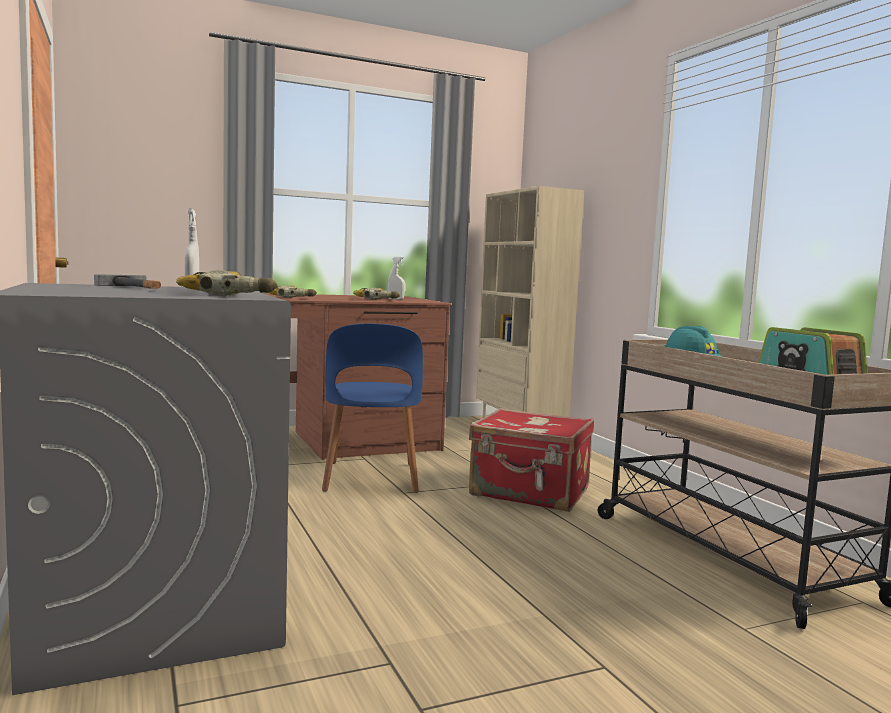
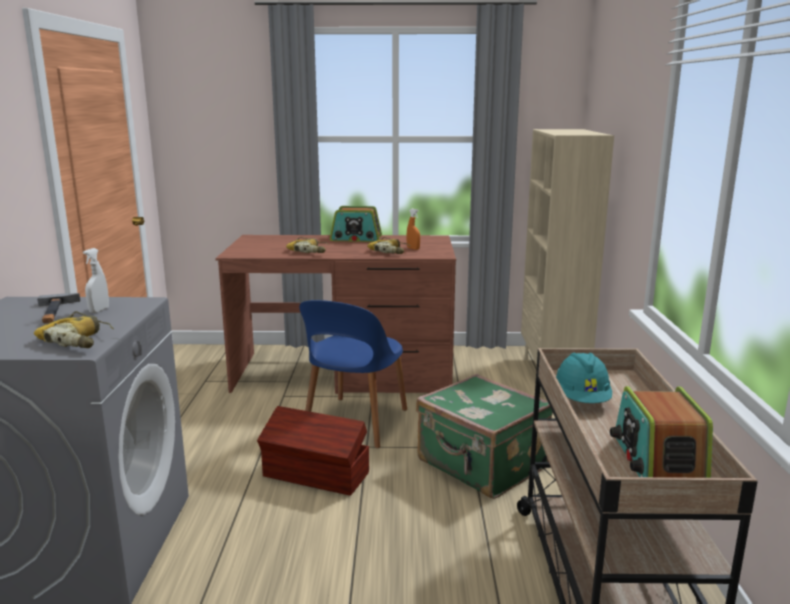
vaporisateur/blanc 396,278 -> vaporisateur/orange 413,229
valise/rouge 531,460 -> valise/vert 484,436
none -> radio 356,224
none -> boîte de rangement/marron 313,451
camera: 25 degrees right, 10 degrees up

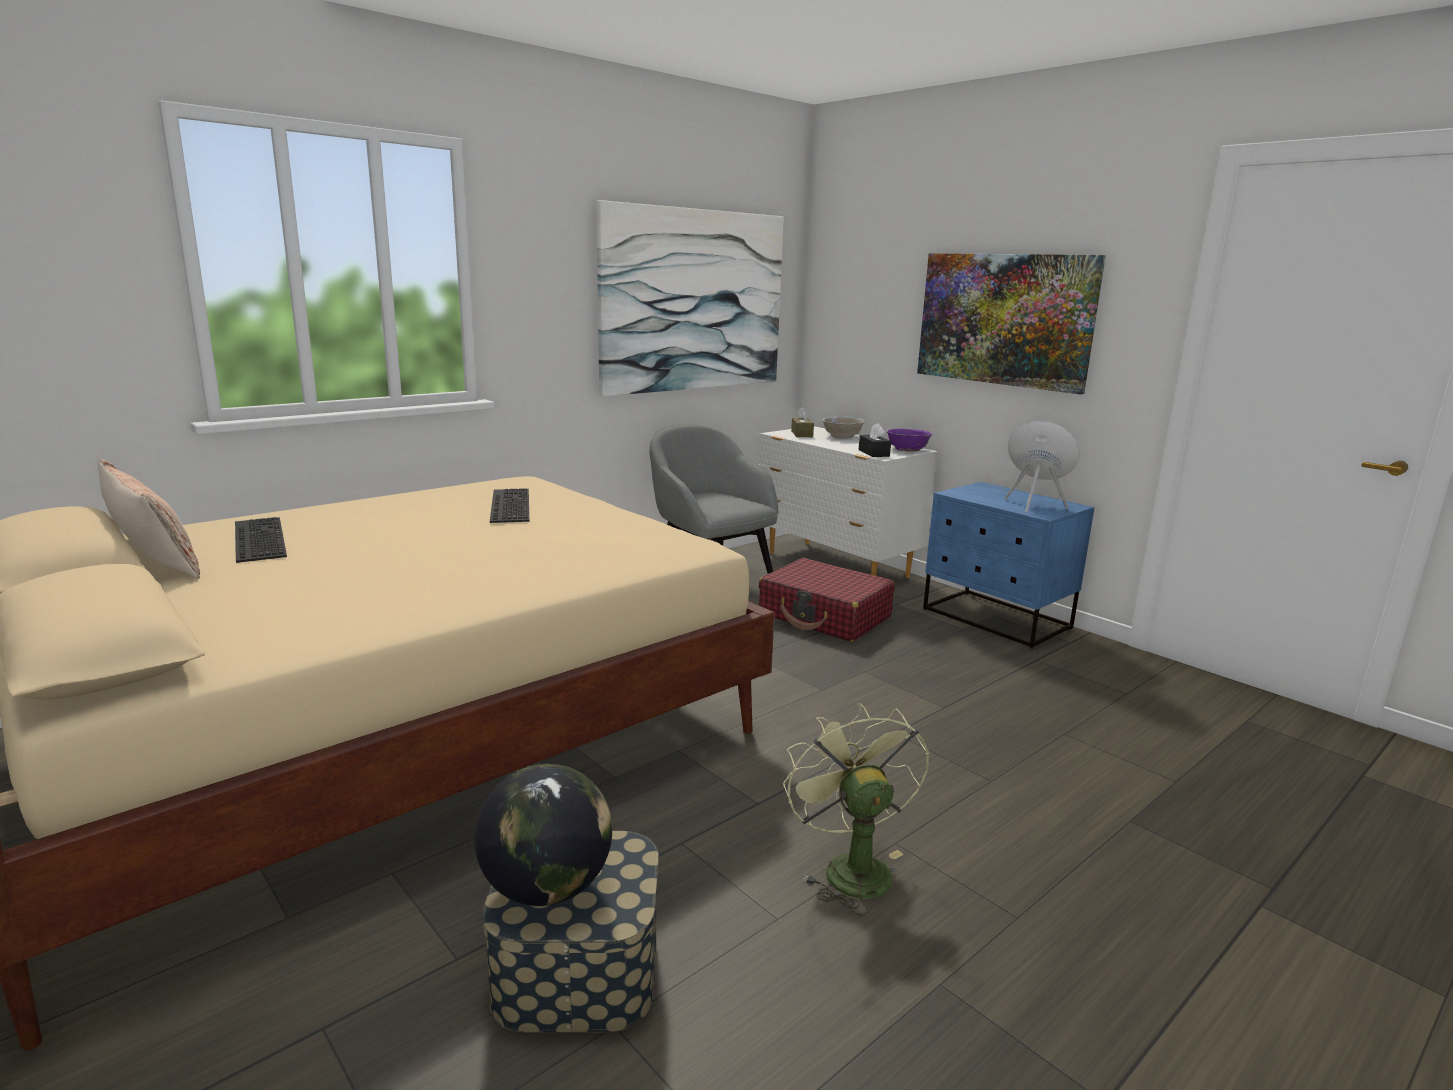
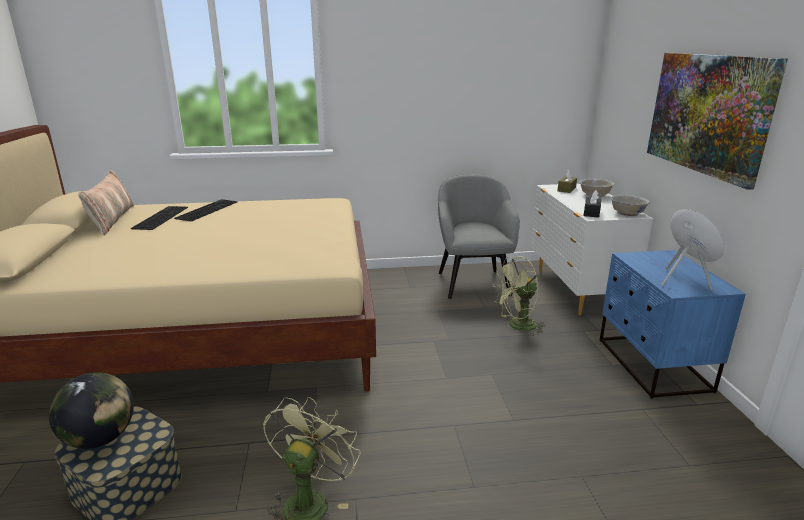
tableau 690,298 -> none
bol/violet 909,440 -> bol/blanc 630,205
clavier 509,505 -> clavier 205,210, moved
valise/rouge 827,600 -> ventilateur/vert 519,296
camera: 35 degrees right, 5 degrees up

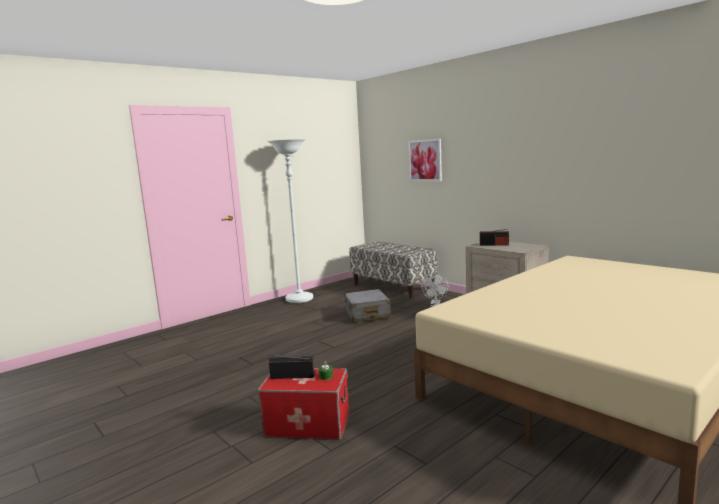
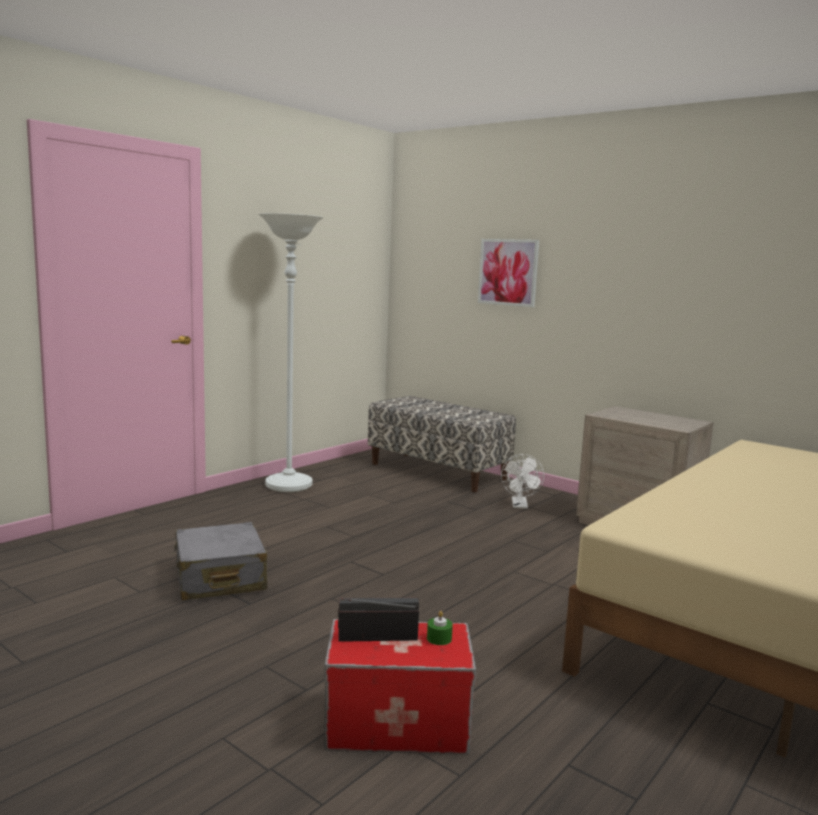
radio 494,237 -> none
valise/gris 367,305 -> valise/gris 220,561, moved
camera: 10 degrees left, 0 degrees up

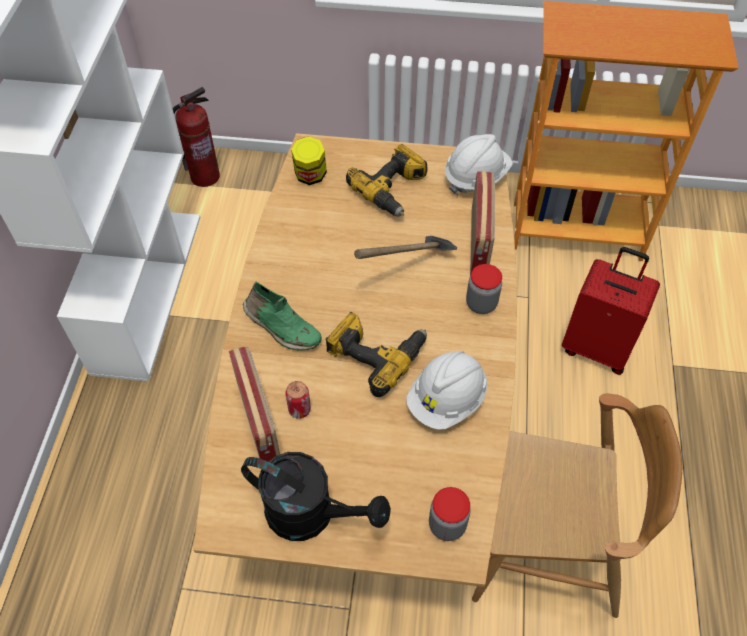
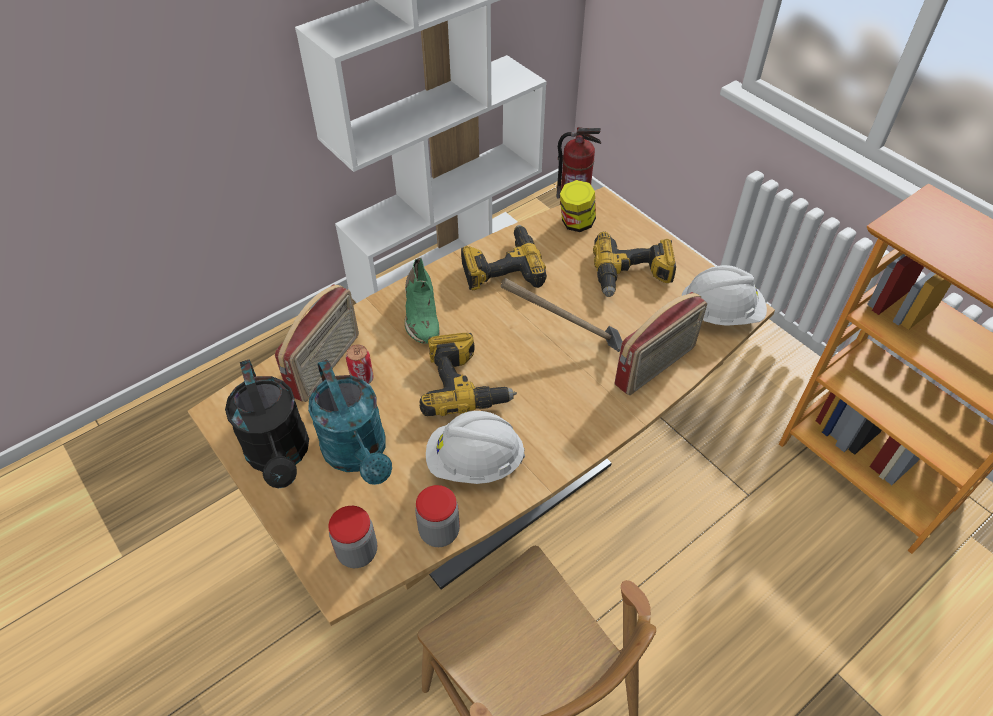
valise/rouge 611,311 -> none
bocal 484,289 -> bocal 437,516, moved
none -> perceuse 504,257
none -> arrosoir/turquoise 350,422
camera: 45 degrees right, 5 degrees down

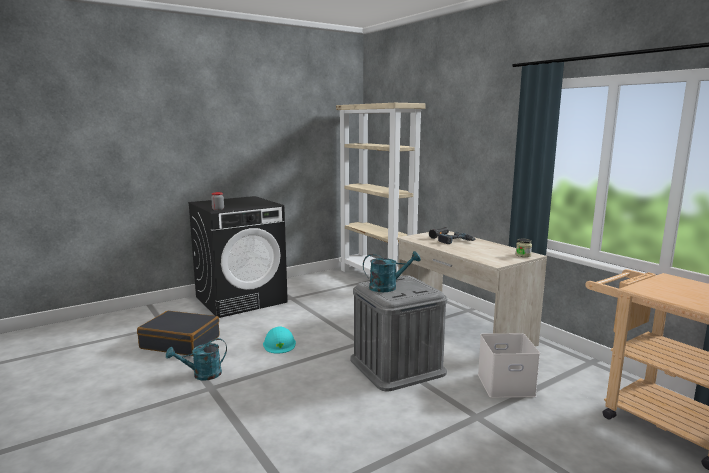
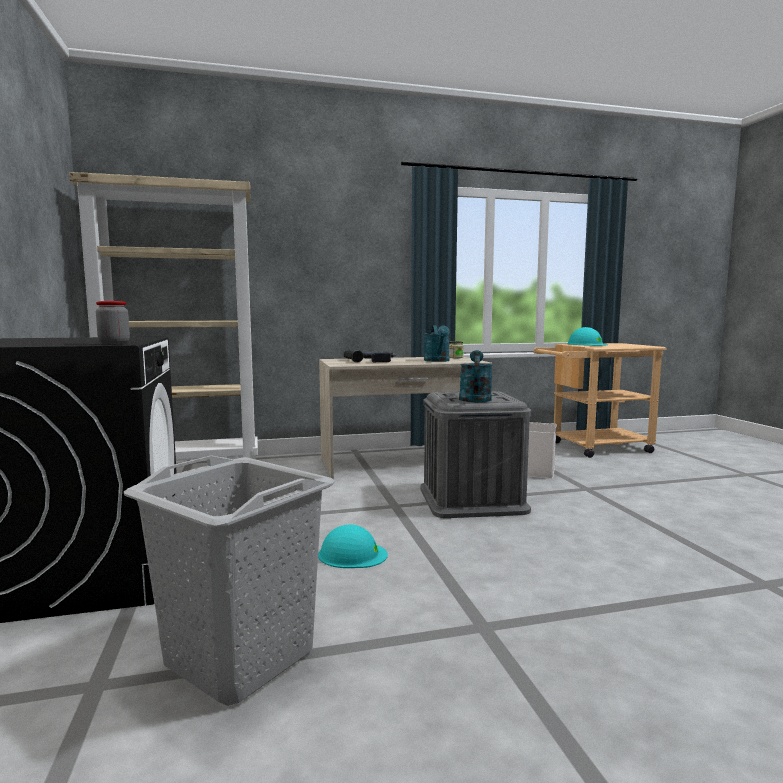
valise/noir 178,333 -> panier à linge/gris 229,580
arrosoir/turquoise 196,359 -> arrosoir/turquoise 437,343, moved
none -> casque de chantier/turquoise 587,336
camera: 70 degrees left, 5 degrees down

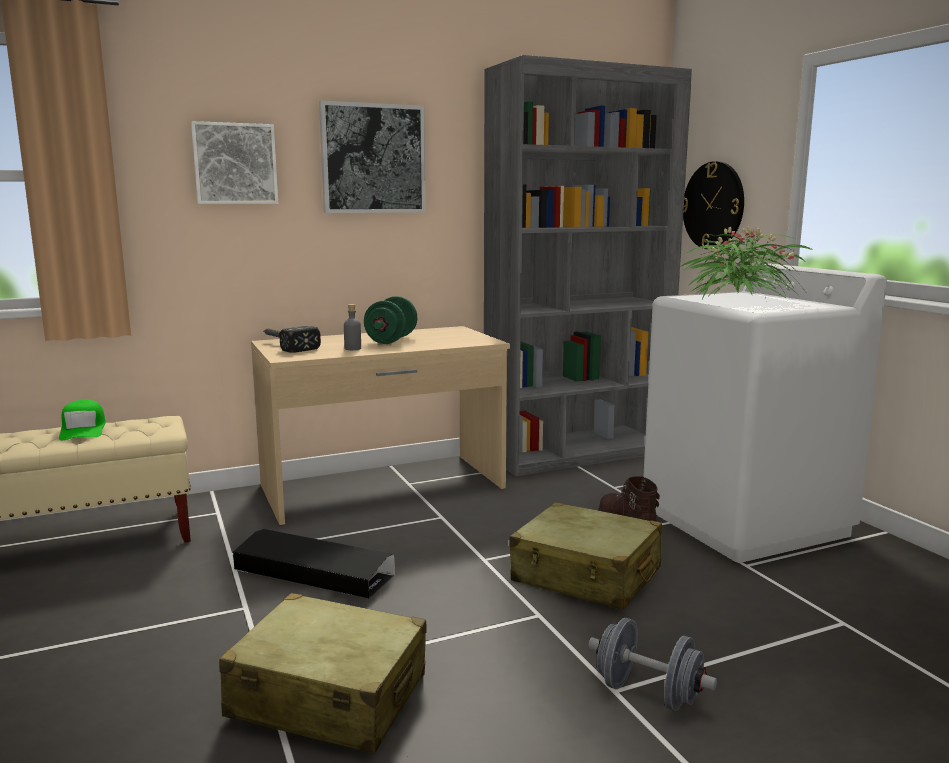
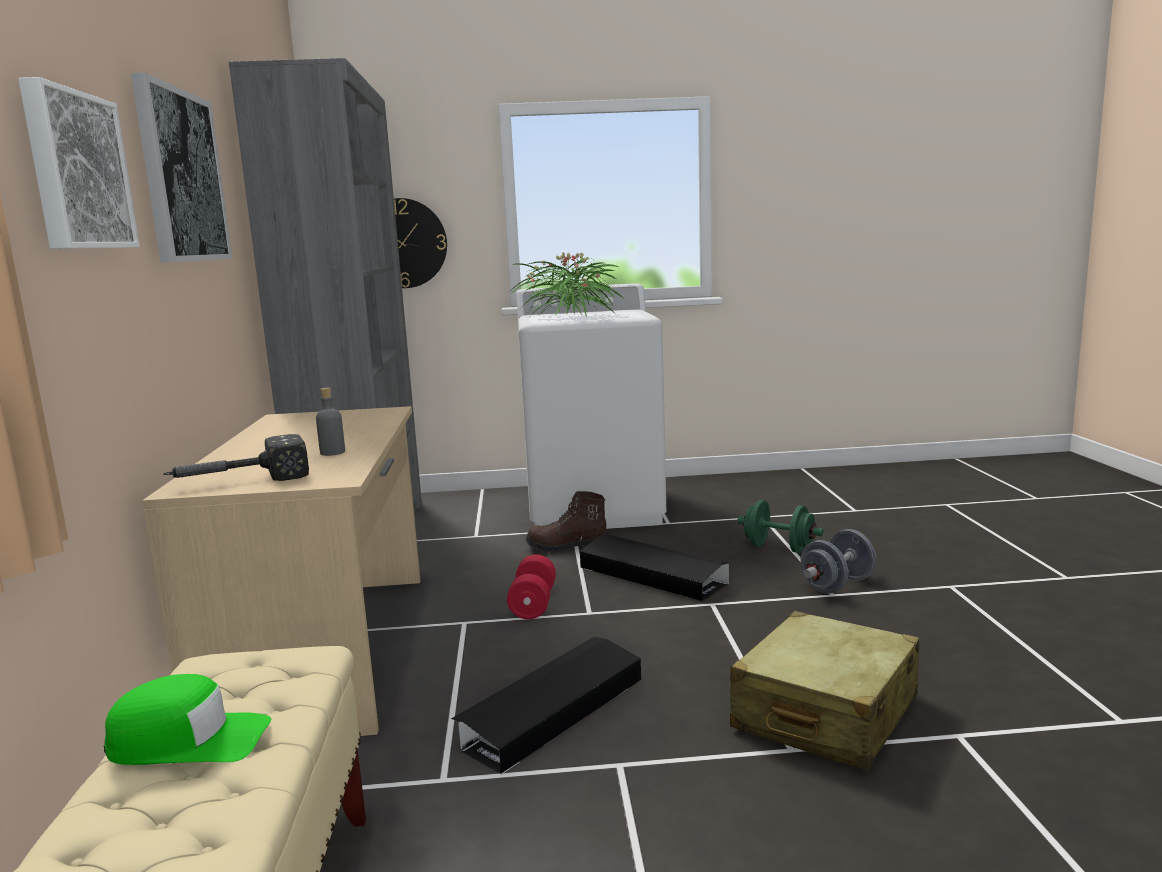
haltère/vert 390,320 -> haltère/vert 780,526, moved
valise/beige 585,556 -> boîte de rangement/noir 654,567
none -> haltère/rouge 531,586
camera: 70 degrees left, 0 degrees up

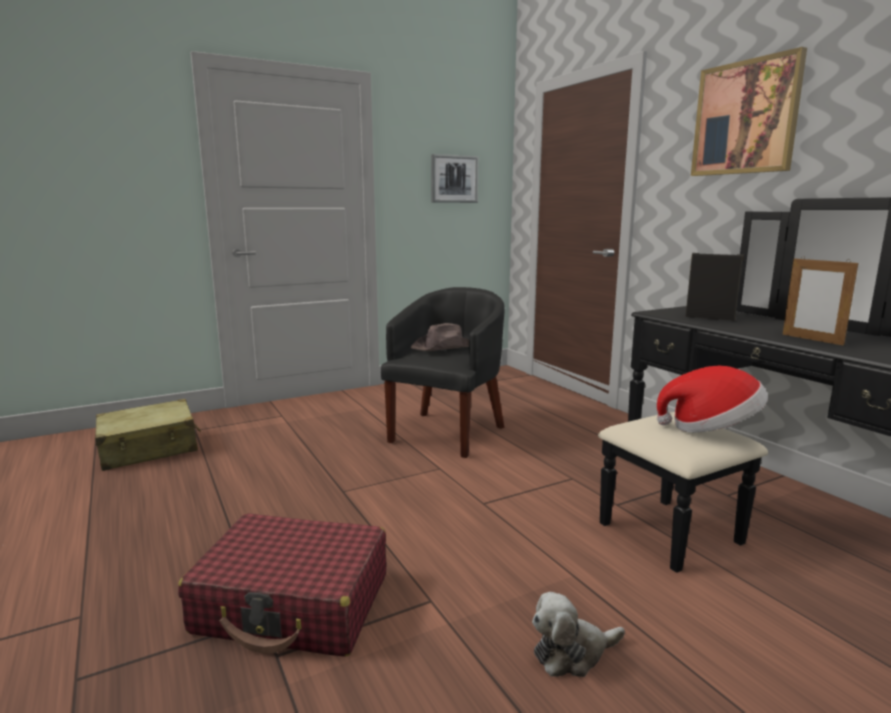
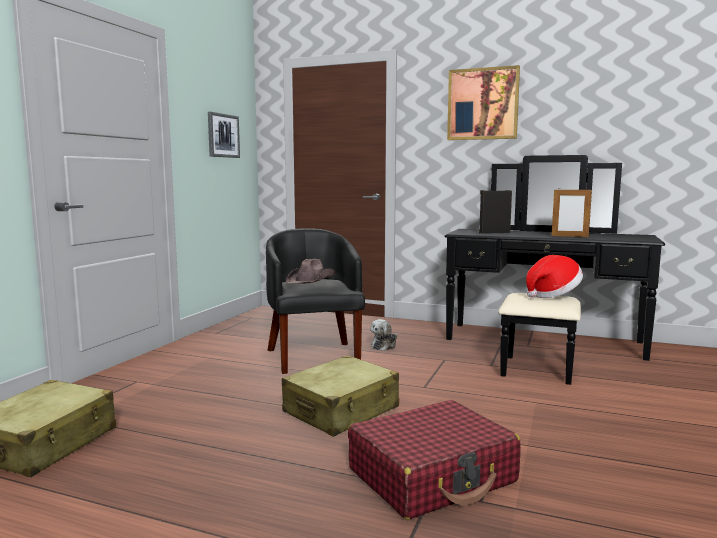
peluche 578,634 -> peluche 383,335, moved
none -> valise/beige 340,396
camera: 40 degrees left, 5 degrees down

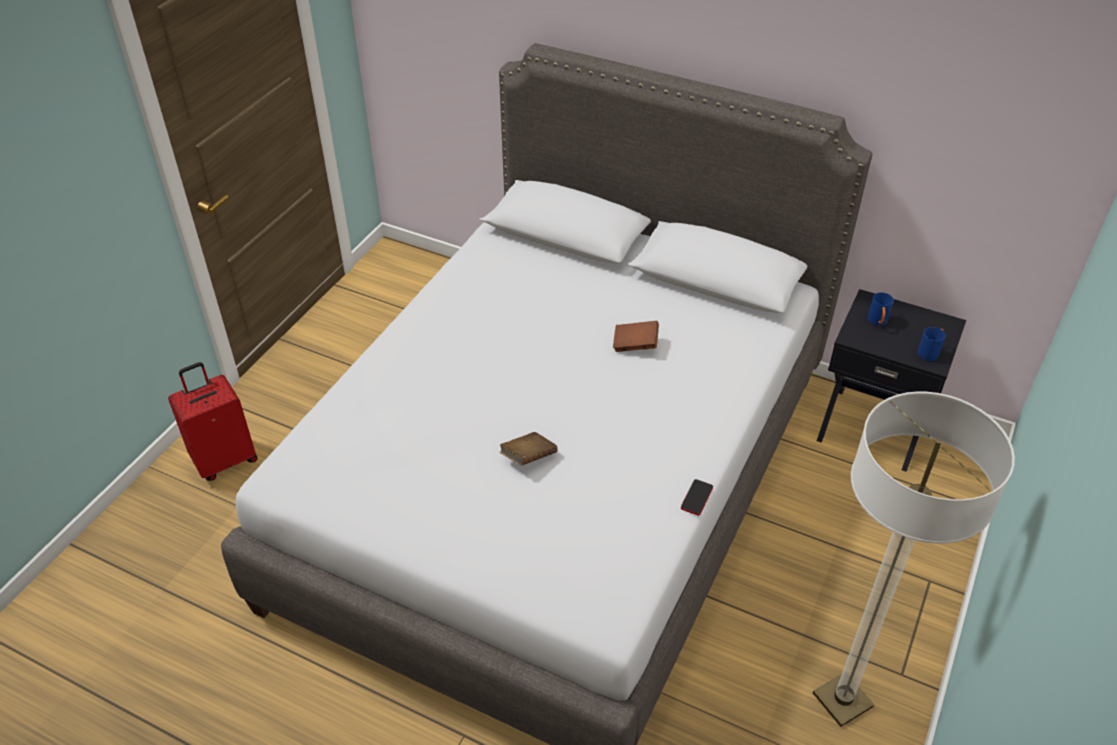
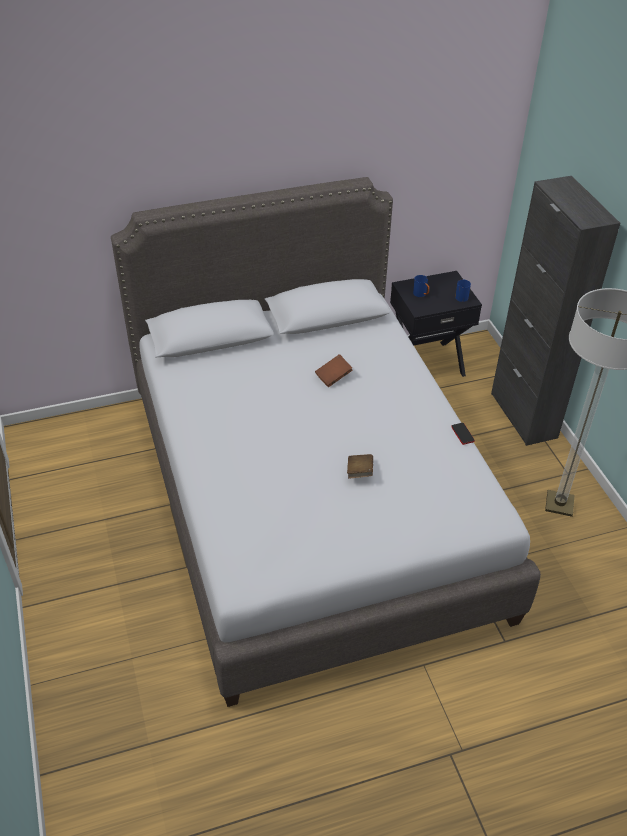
valise/rouge 213,421 -> none
none -> meuble de rangement/noir 555,311
camera: 45 degrees left, 0 degrees up

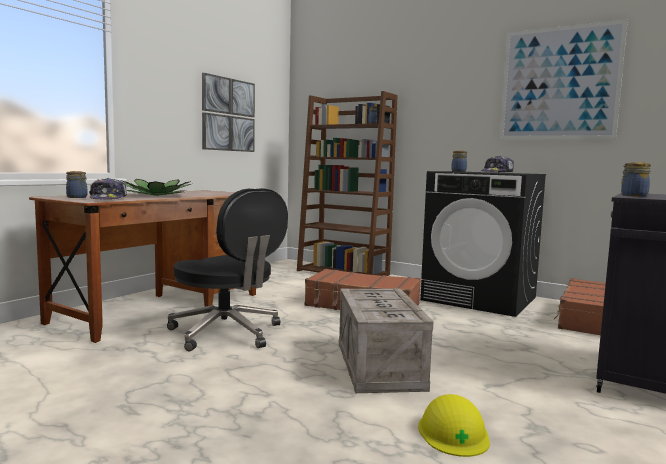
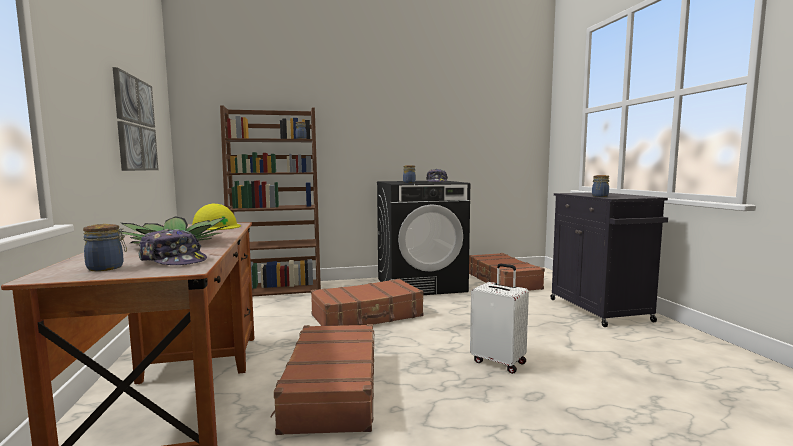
tableau 564,79 -> none
chaise de bureau/noir 227,269 -> valise/marron 322,379
caisse 386,340 -> valise/blanc 499,318
casque de chantier/jaune 454,425 -> casque de chantier/jaune 216,217, moved
camera: 45 degrees left, 0 degrees up

